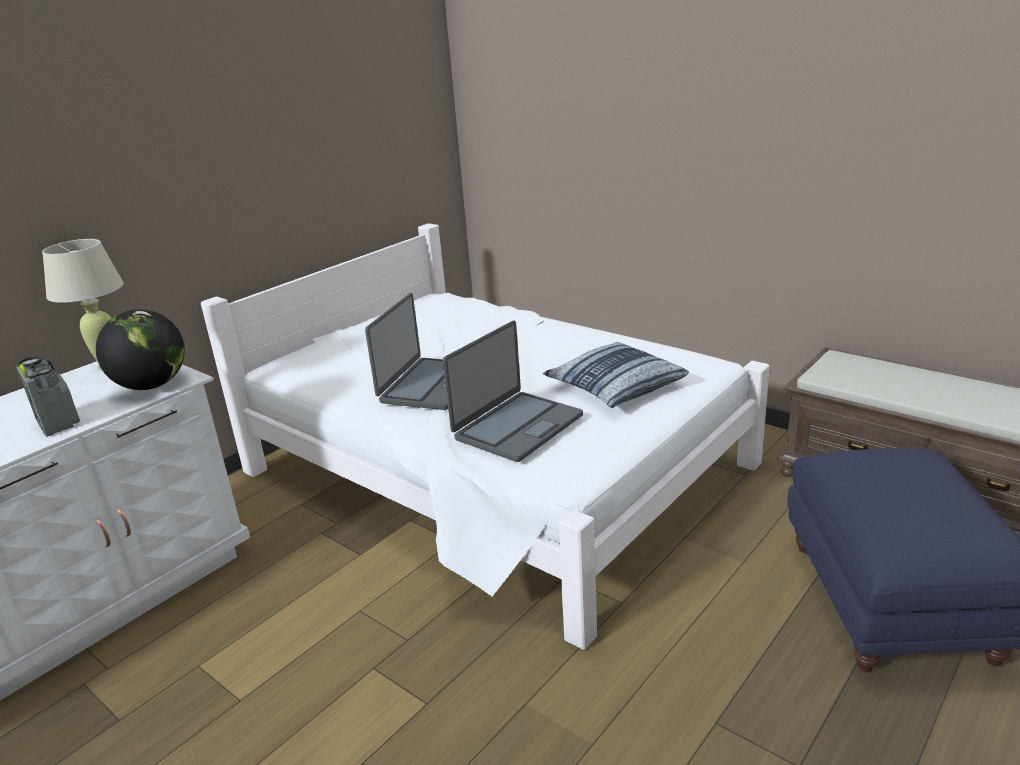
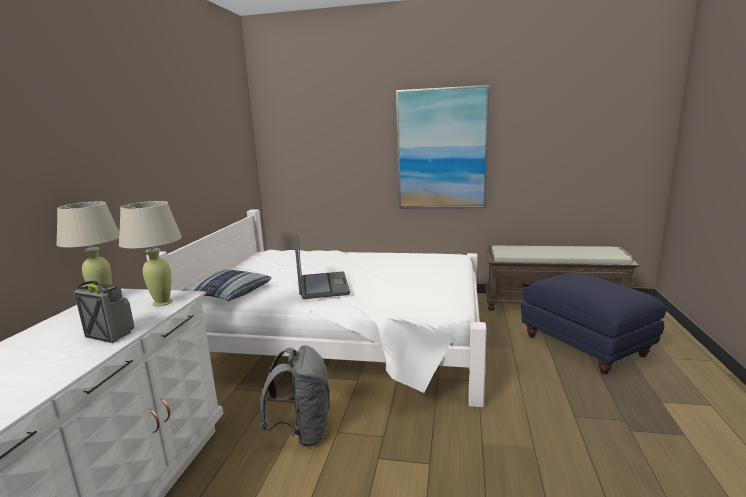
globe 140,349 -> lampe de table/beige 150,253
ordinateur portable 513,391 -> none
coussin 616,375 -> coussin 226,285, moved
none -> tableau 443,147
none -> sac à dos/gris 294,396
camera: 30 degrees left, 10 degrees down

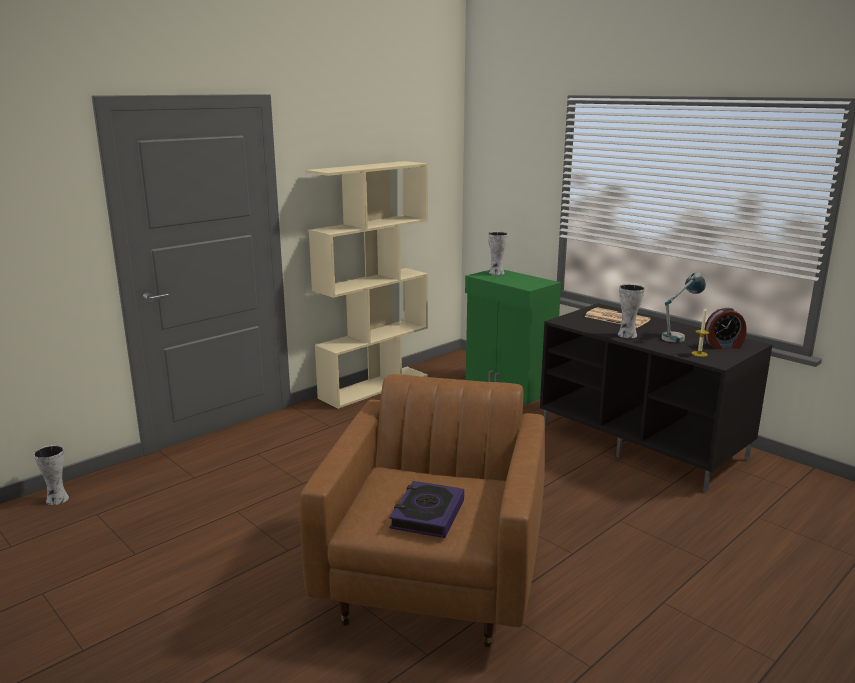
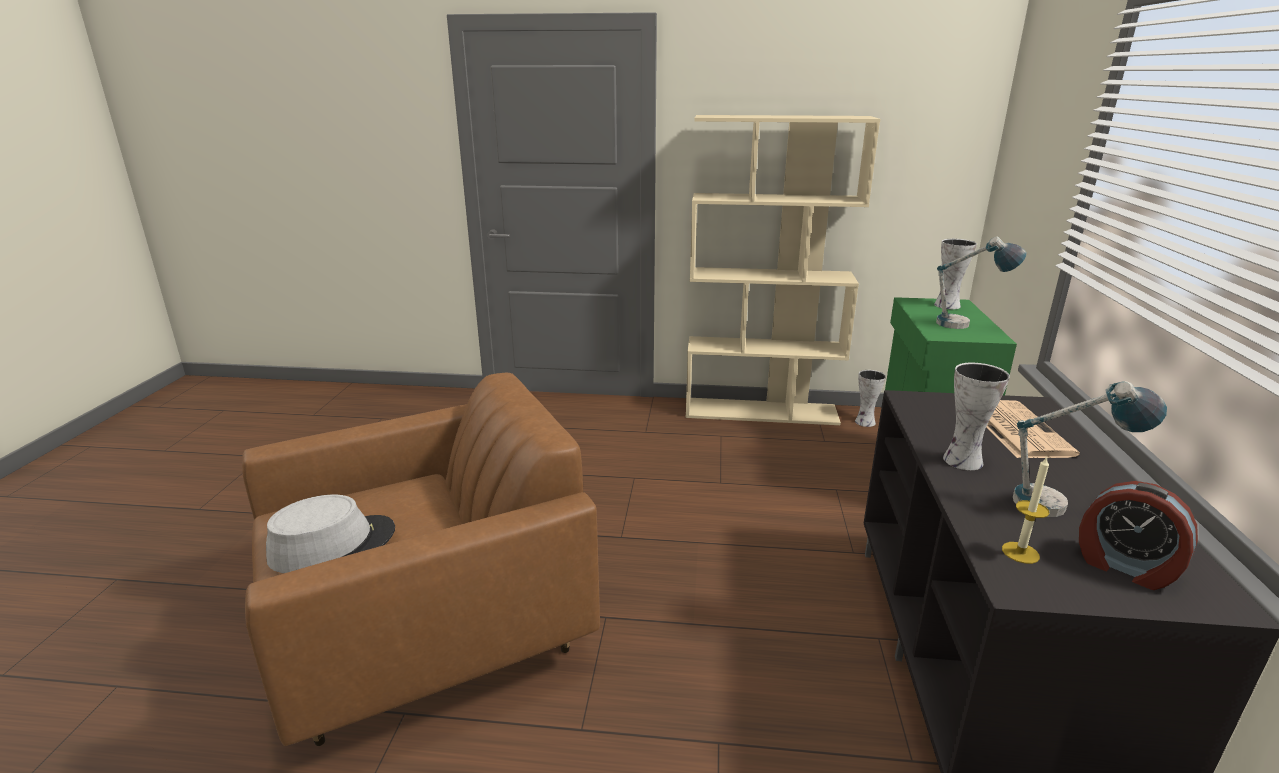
vase 51,475 -> vase 870,398, moved
livre 426,509 -> chapeau/gris 330,533
none -> lampe de table 981,283
camera: 50 degrees right, 5 degrees up

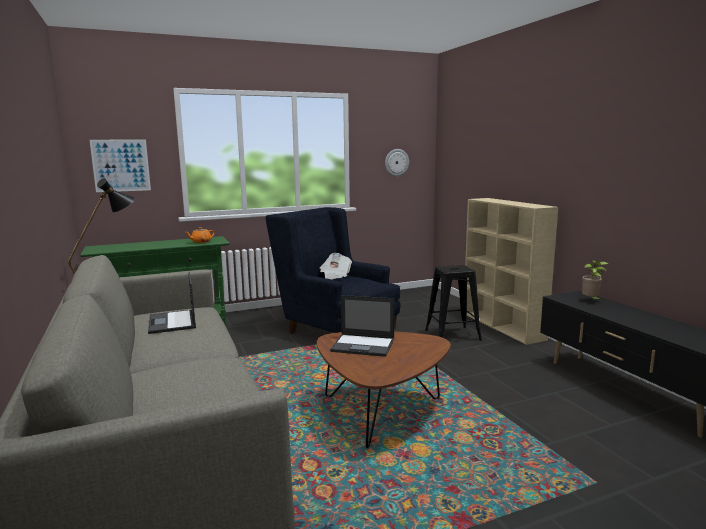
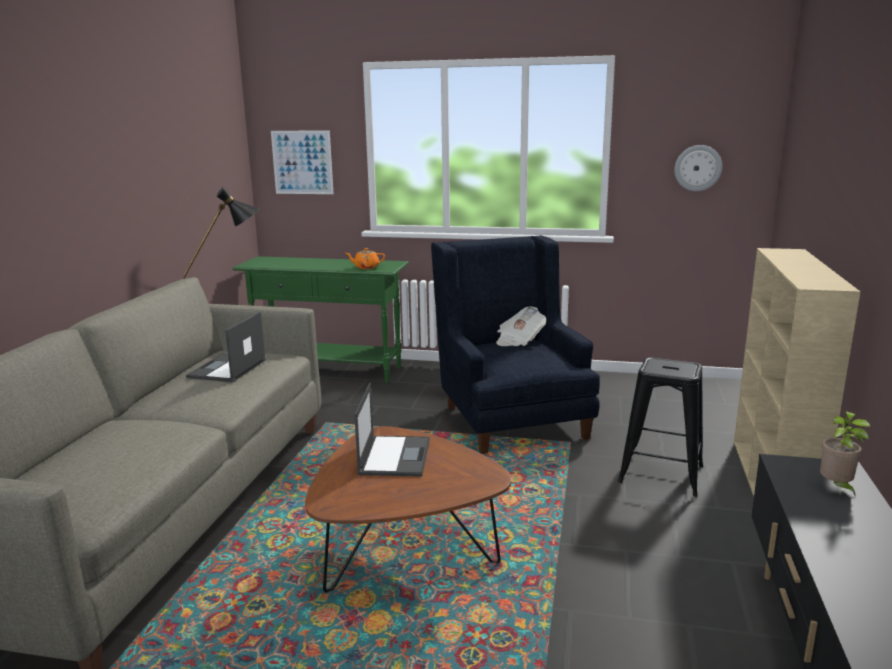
ordinateur portable 362,326 -> ordinateur portable 392,429, 135 degrees counterclockwise
camera: 35 degrees right, 5 degrees up

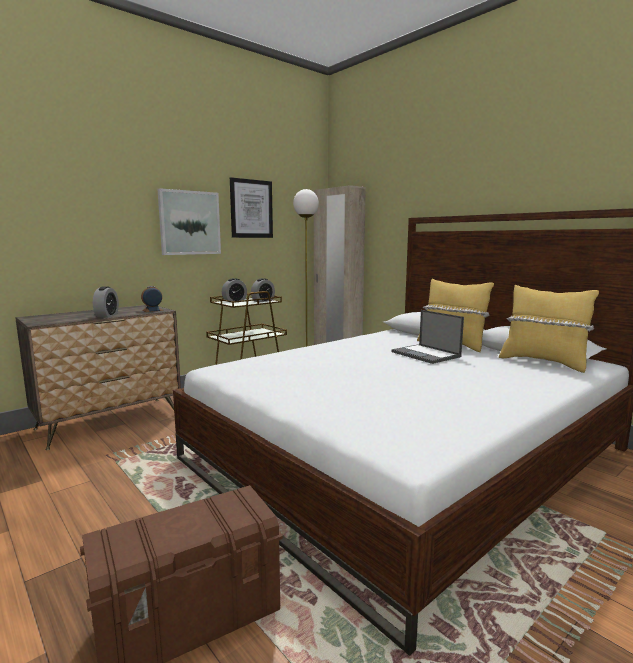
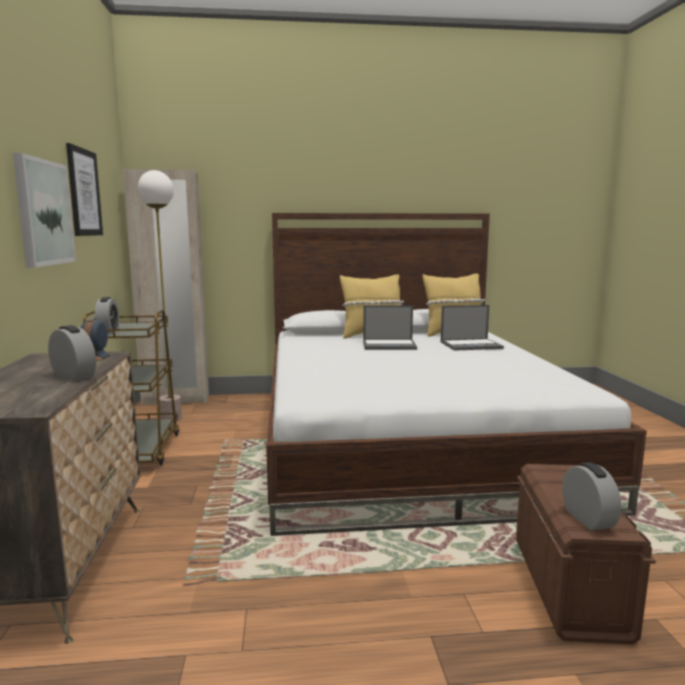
réveil 263,290 -> réveil 591,496, moved
none -> ordinateur portable 472,328
camera: 55 degrees left, 0 degrees up

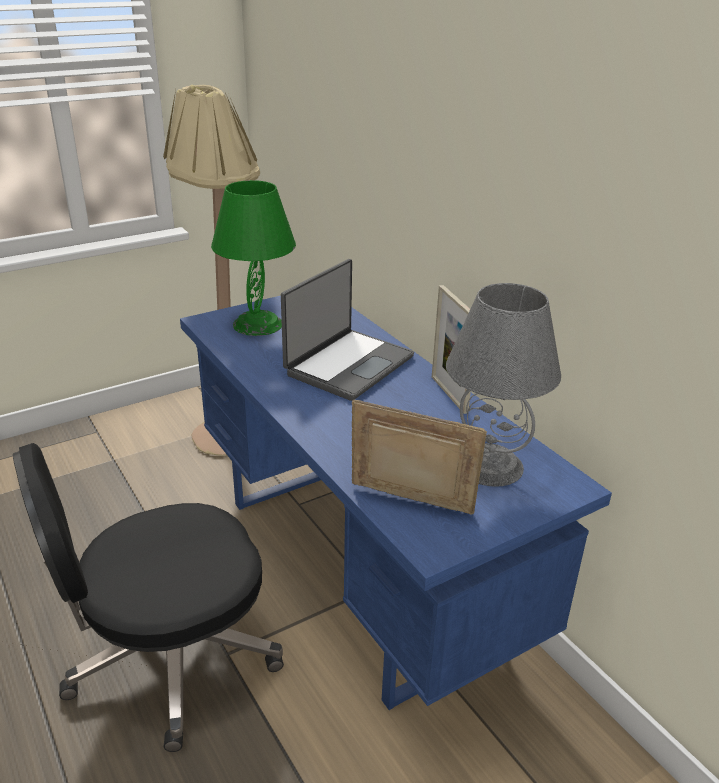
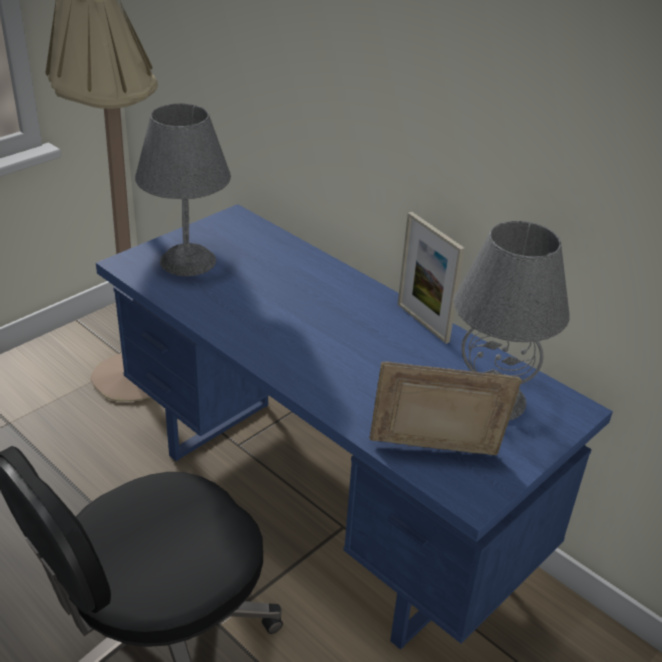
lampe de table/vert 253,258 -> lampe de table/gris 183,190
ordinateur portable 347,330 -> none
camera: 15 degrees left, 5 degrees up

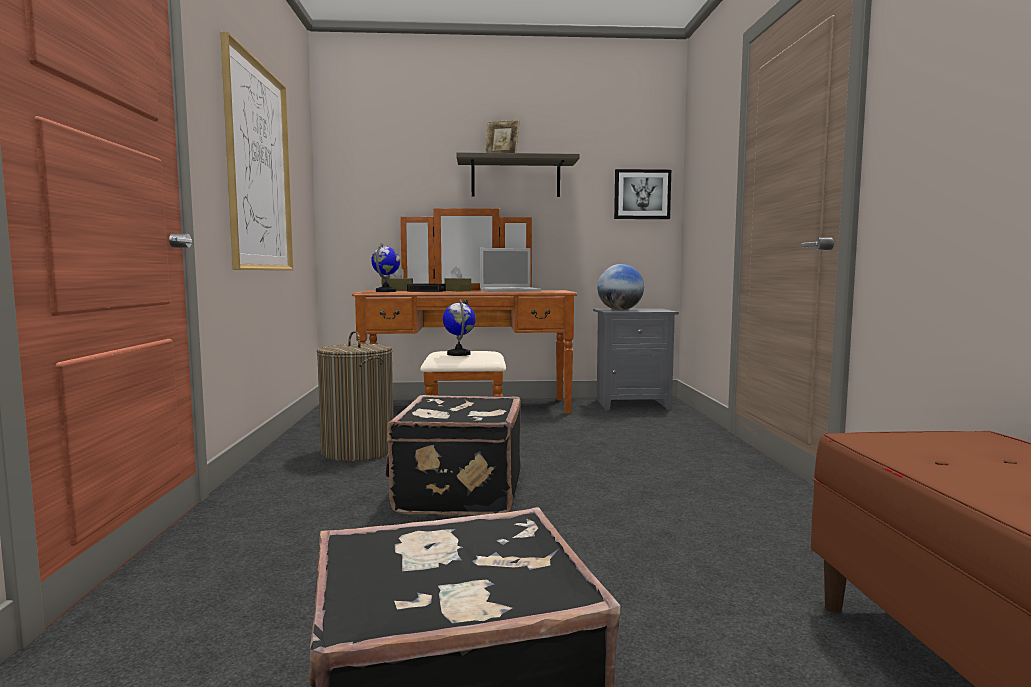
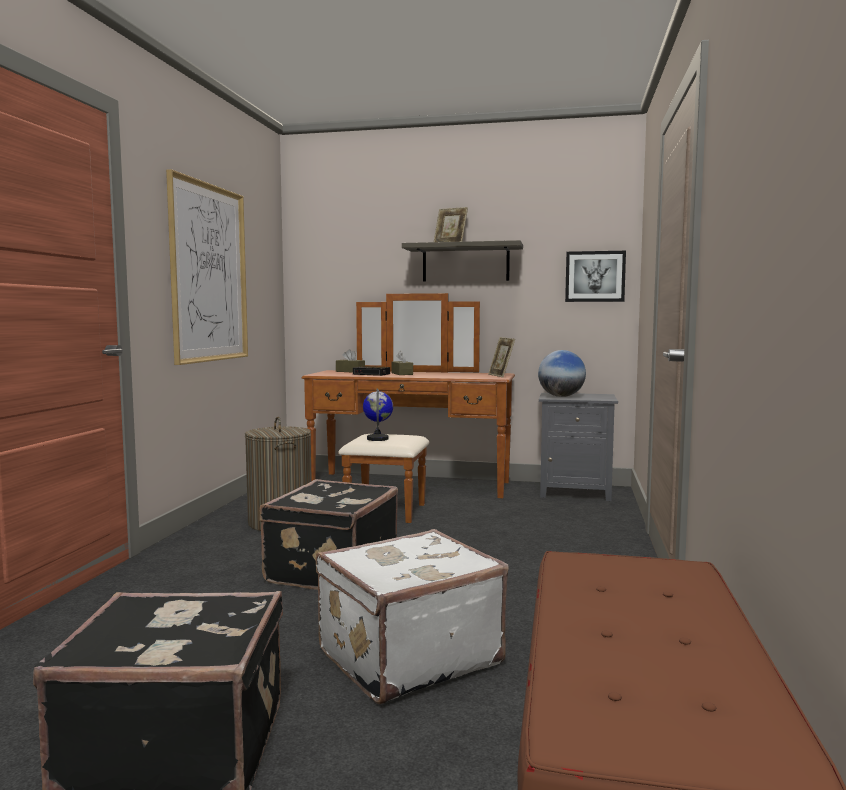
globe 385,267 -> none
ordinateur portable 510,270 -> none
none -> cadre photo 501,357
none -> valise/blanc 412,616
camera: 15 degrees right, 0 degrees up

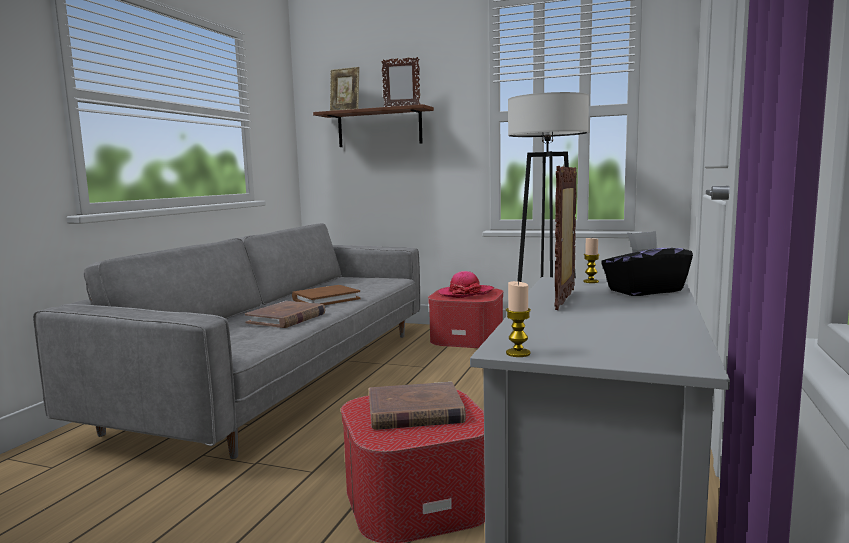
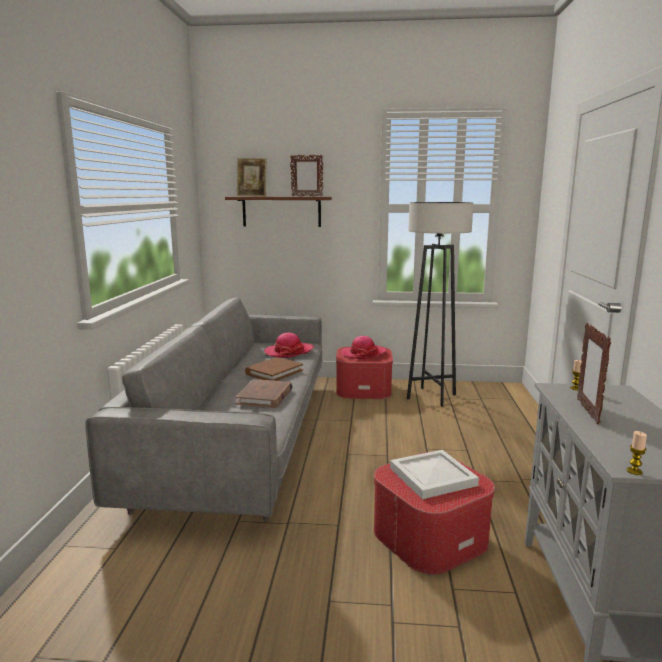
boîte à mouchoirs/noir 647,263 -> none
livre/marron 417,406 -> plateau/blanc 434,474
none -> chapeau 289,345
camera: 15 degrees left, 5 degrees up

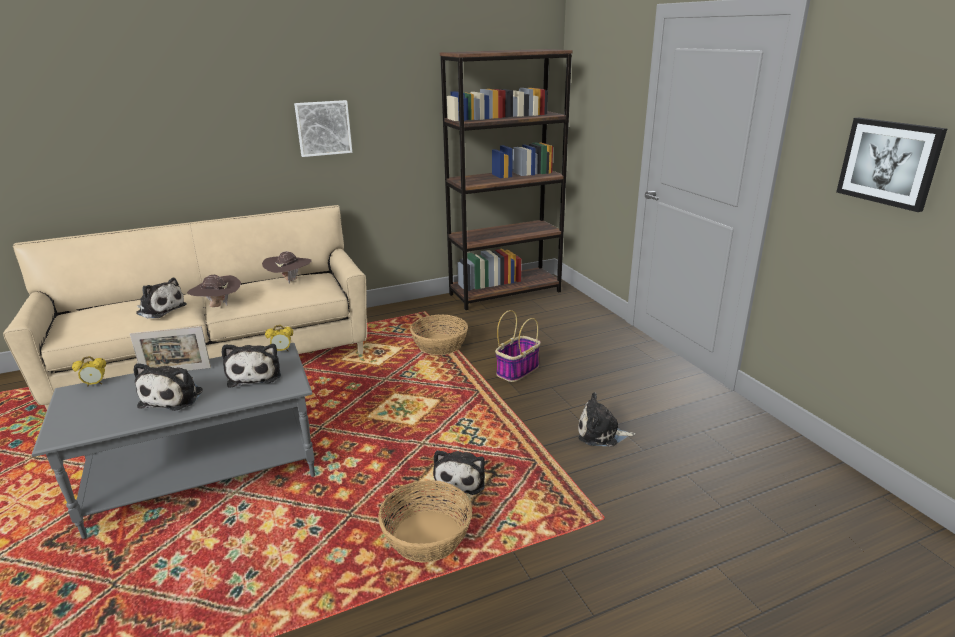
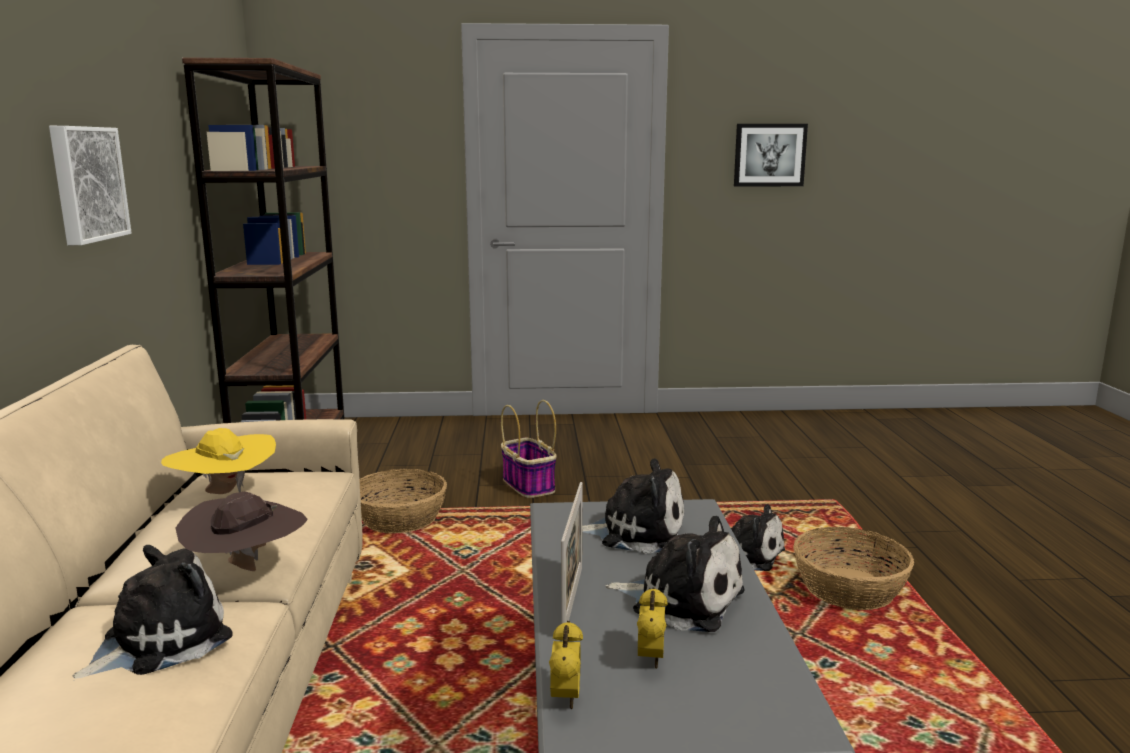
chapeau/marron 287,267 -> chapeau/jaune 218,461
réveil 279,338 -> réveil 652,628, moved
peluche 606,419 -> none
camera: 70 degrees left, 10 degrees down

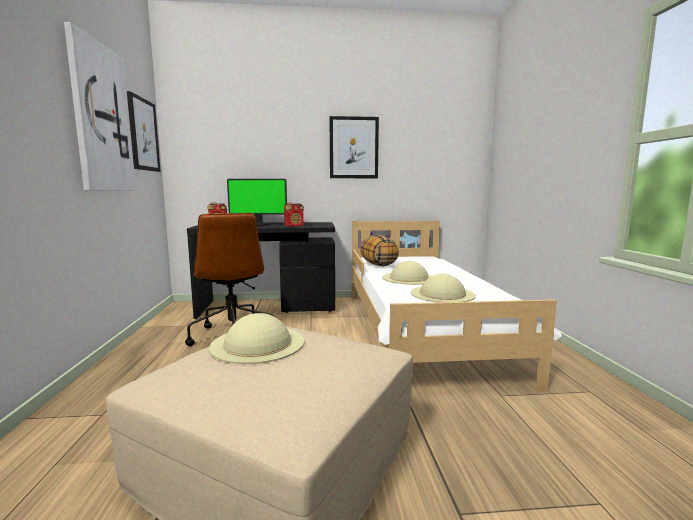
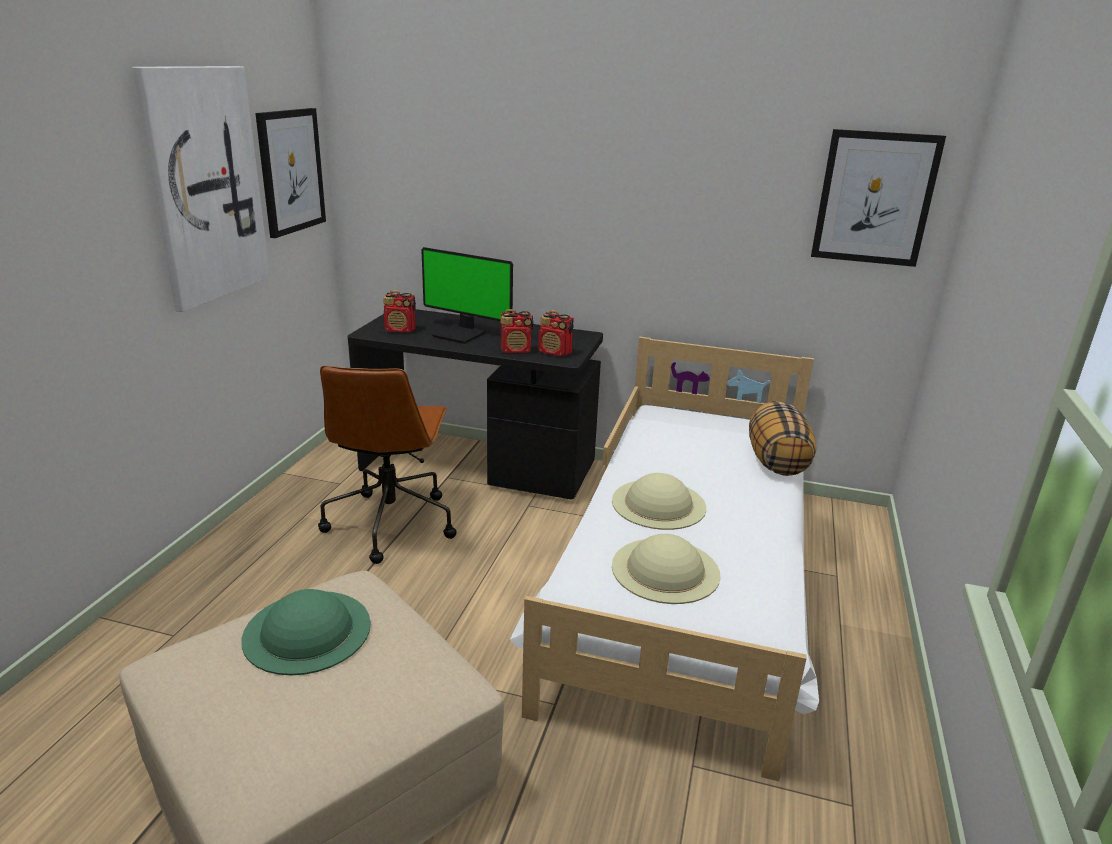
tableau 354,147 -> tableau 878,198, moved
coussin 379,250 -> coussin 782,438, moved
chapeau/beige 256,338 -> chapeau/vert 306,632
none -> radio 556,333
camera: 20 degrees right, 15 degrees up

